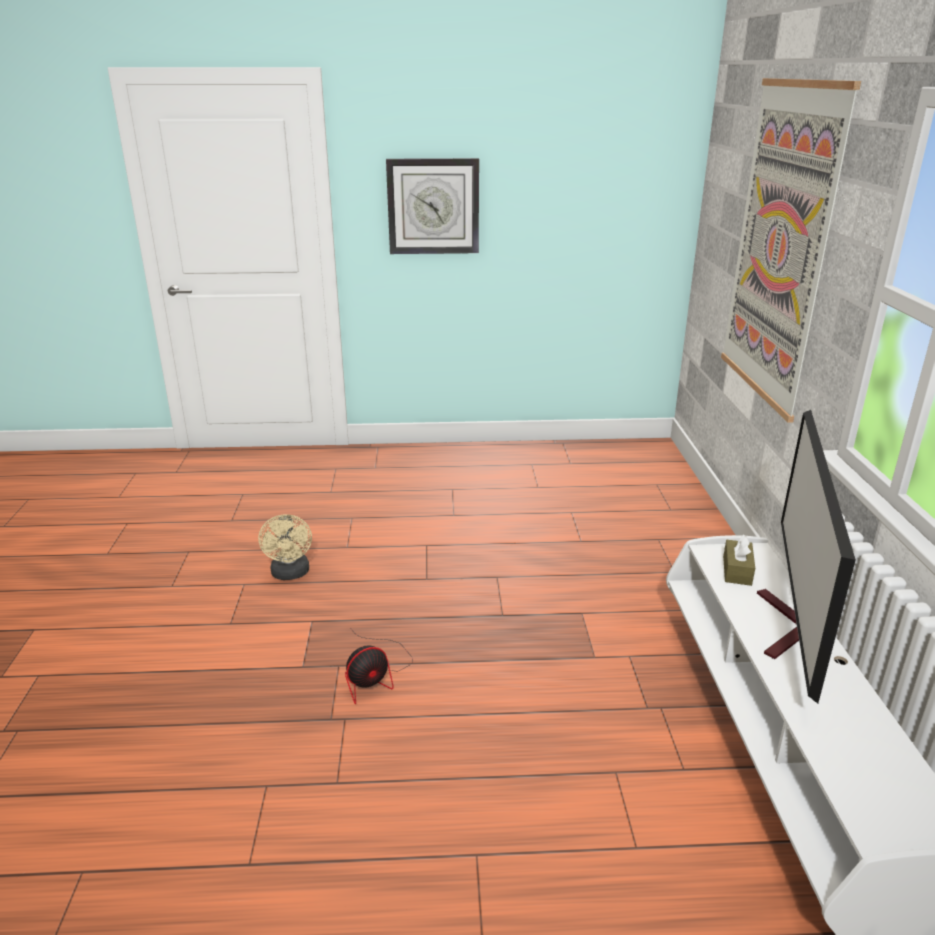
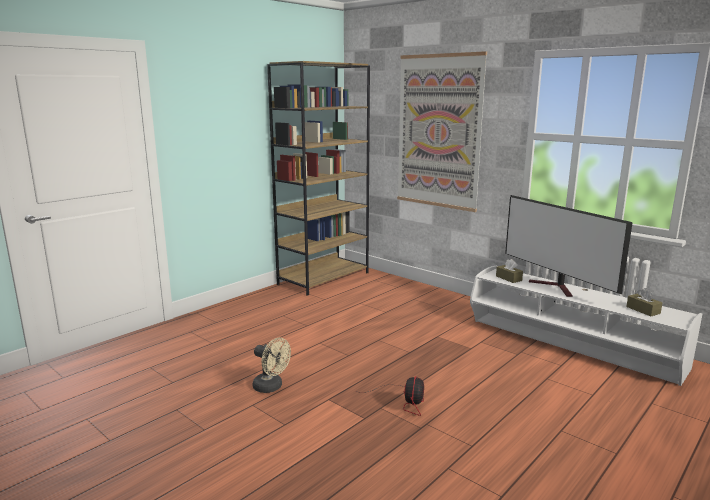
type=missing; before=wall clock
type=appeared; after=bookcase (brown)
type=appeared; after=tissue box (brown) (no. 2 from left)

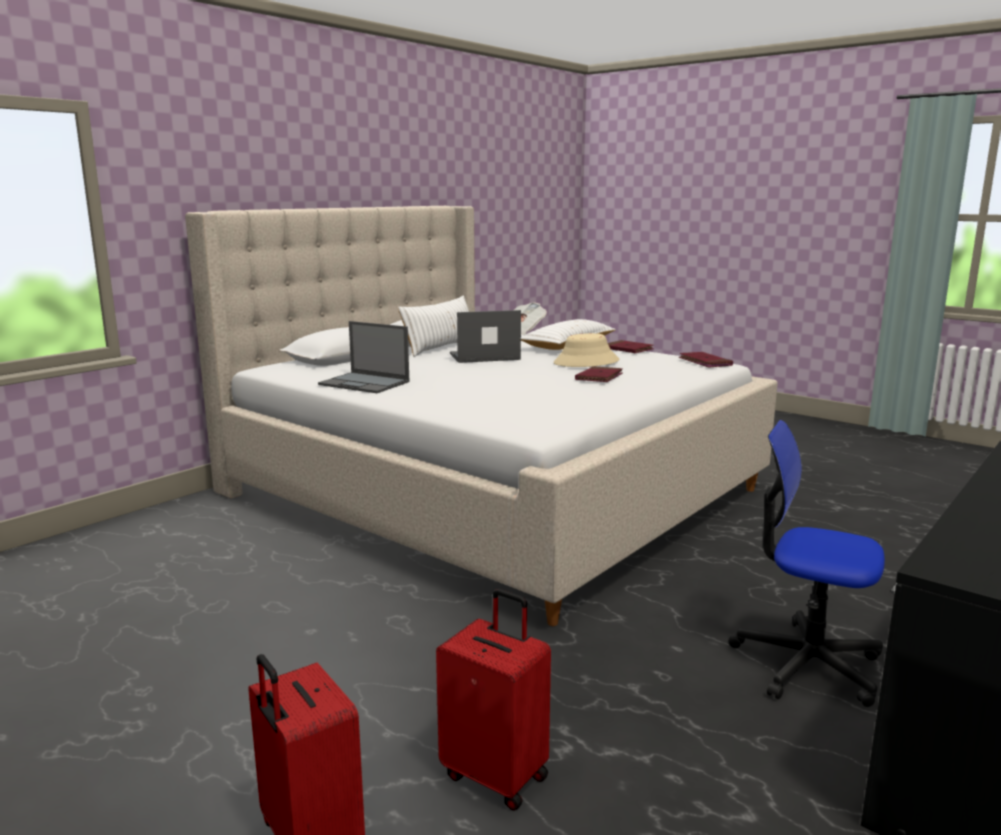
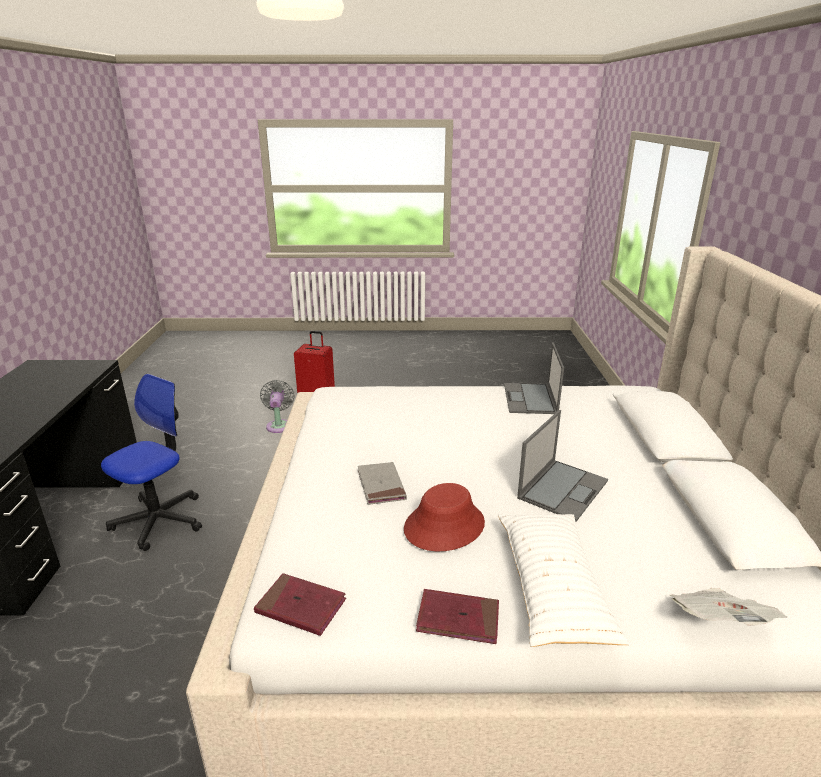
type=spun; before=laptop (no. 1 from left); turn=-75
type=missing; before=pillow (white) (no. 1 from left)
type=exchanged; before=suitcase (red) (no. 2 from left); after=fan (grey)
type=colour; before=hat (beige); after=hat (red)
type=colour; before=book (red) (no. 1 from left); after=book (grey)
type=spun; before=office chair; turn=-45

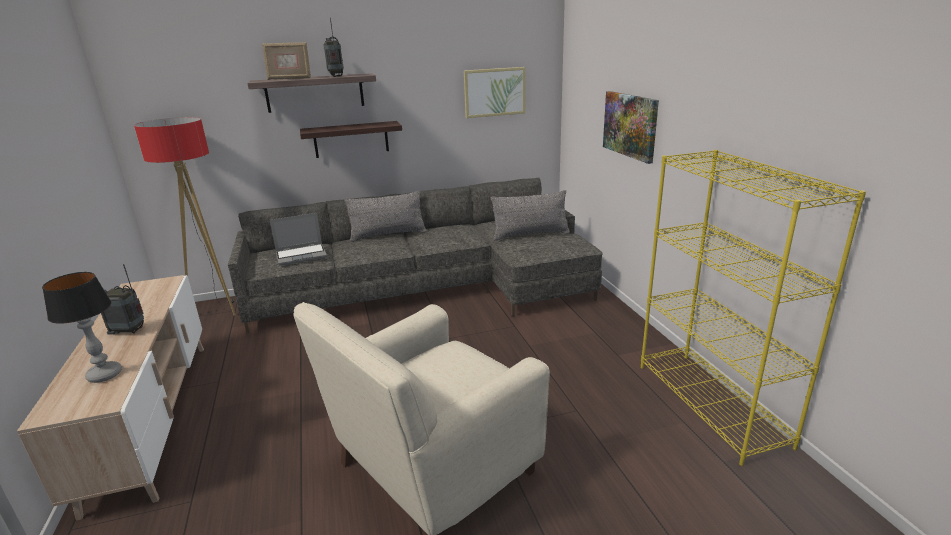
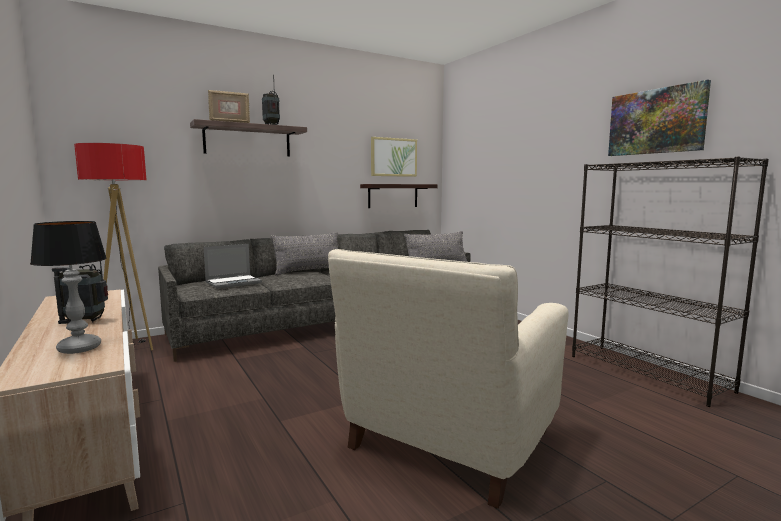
type=relocated; before=shelf (no. 2 from left)
type=relocated; before=picture (no. 2 from left)
type=colour; before=bookcase (yellow); after=bookcase (black)

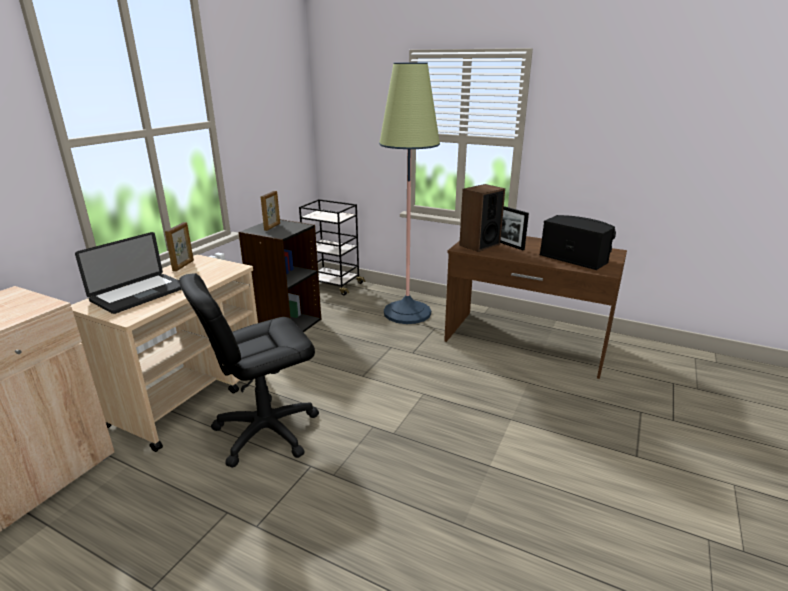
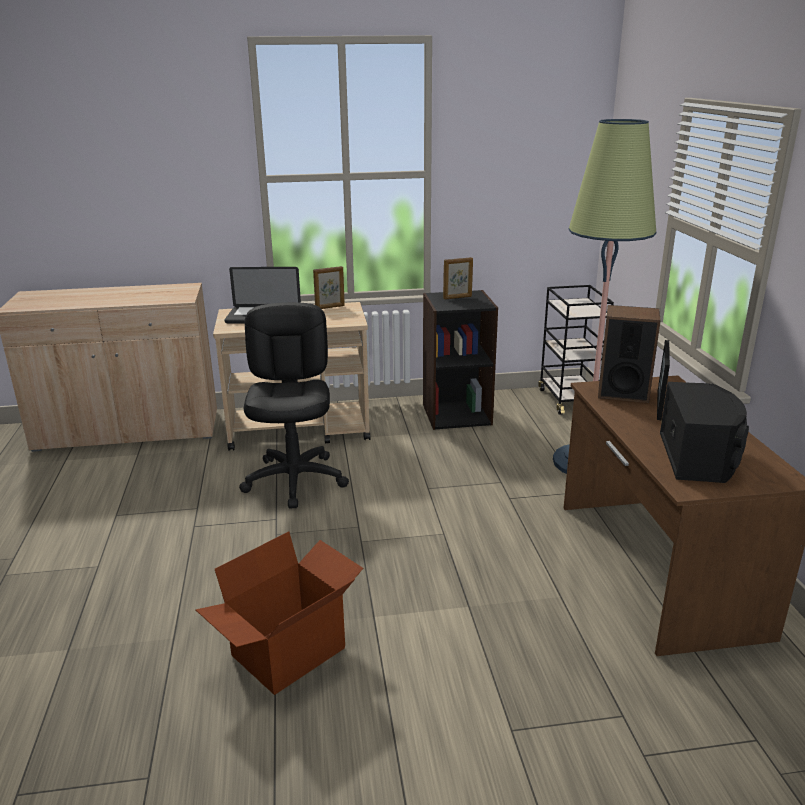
type=spun; before=office chair (black); turn=60
type=appeared; after=cardboard box

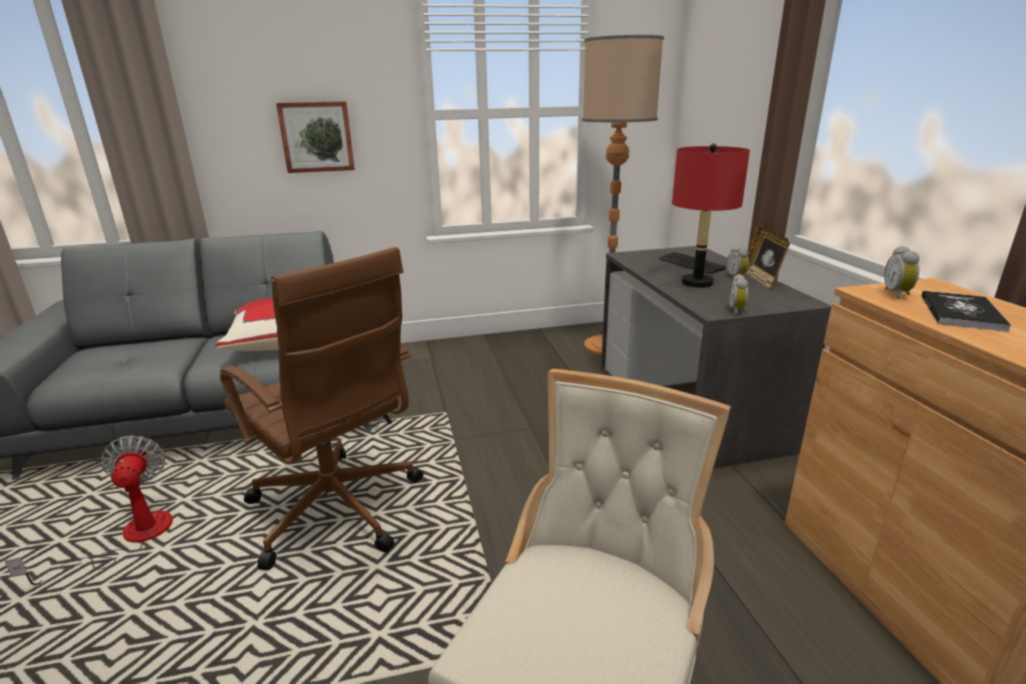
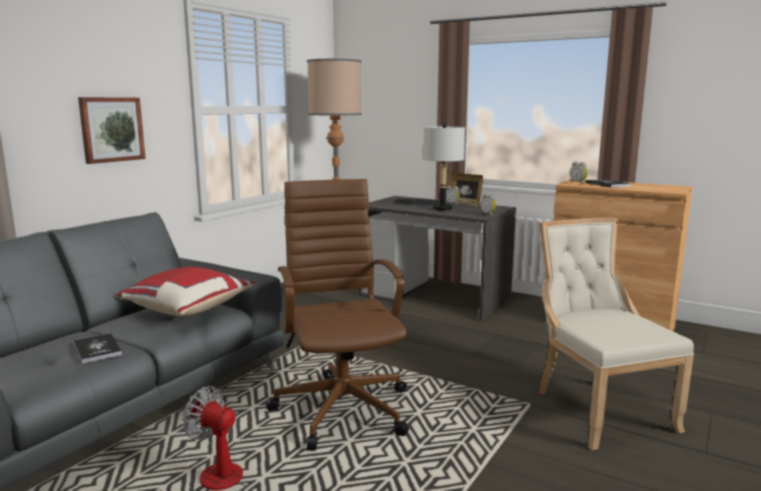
type=spun; before=office chair (brown); turn=-105
type=colour; before=table lamp (red); after=table lamp (grey)
type=appeared; after=book (no. 1 from left)

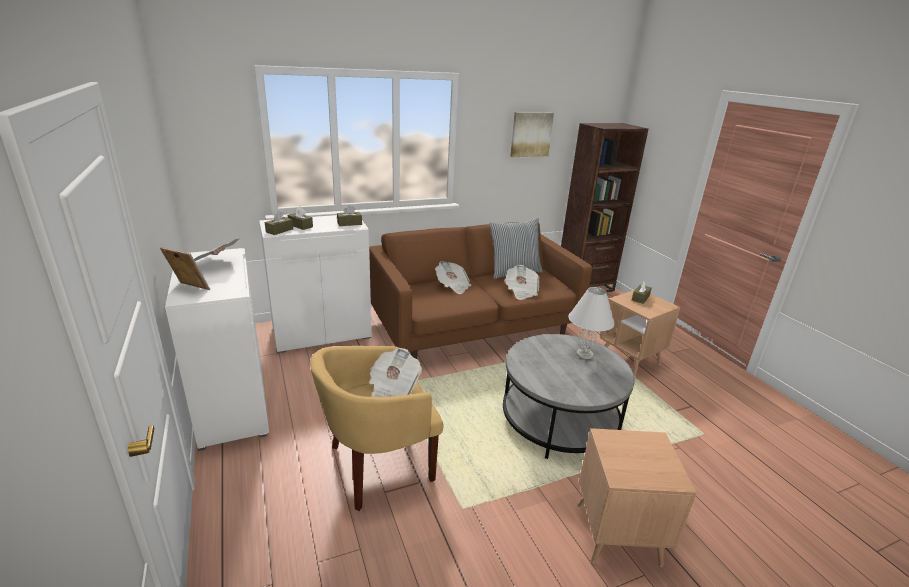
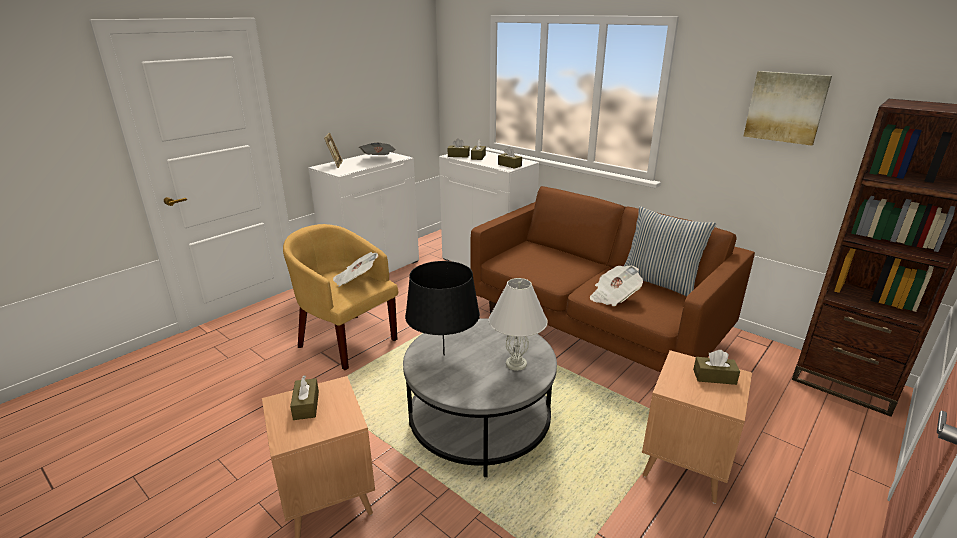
type=missing; before=newspaper (no. 3 from left)
type=appeared; after=tissue box (brown) (no. 1 from left)
type=appeared; after=table lamp (black)

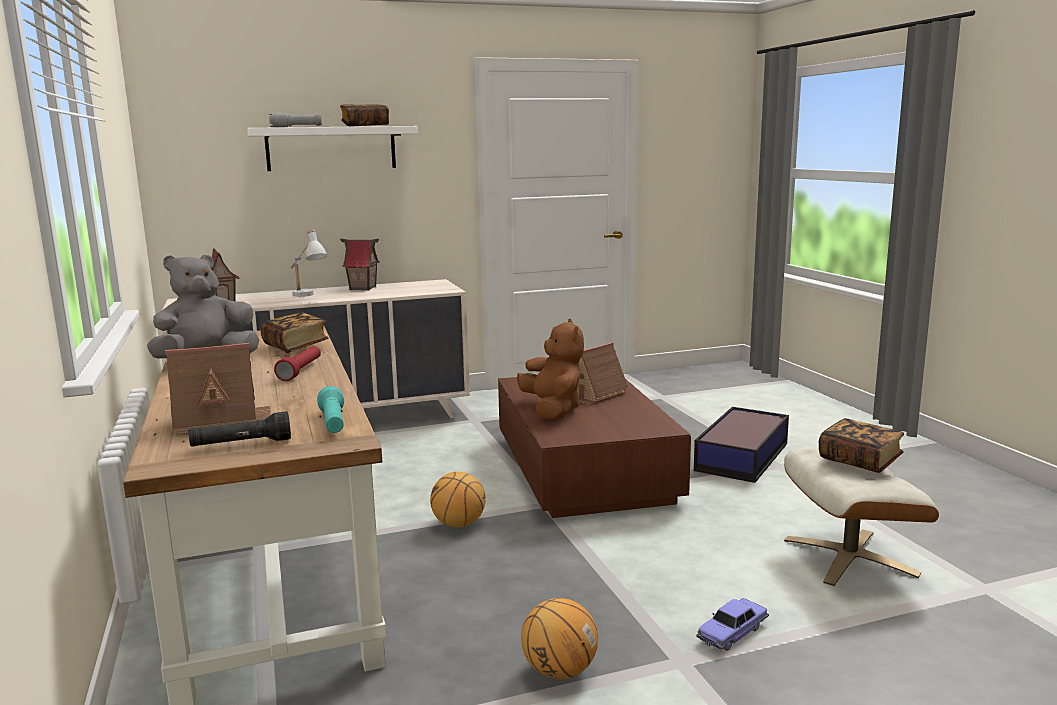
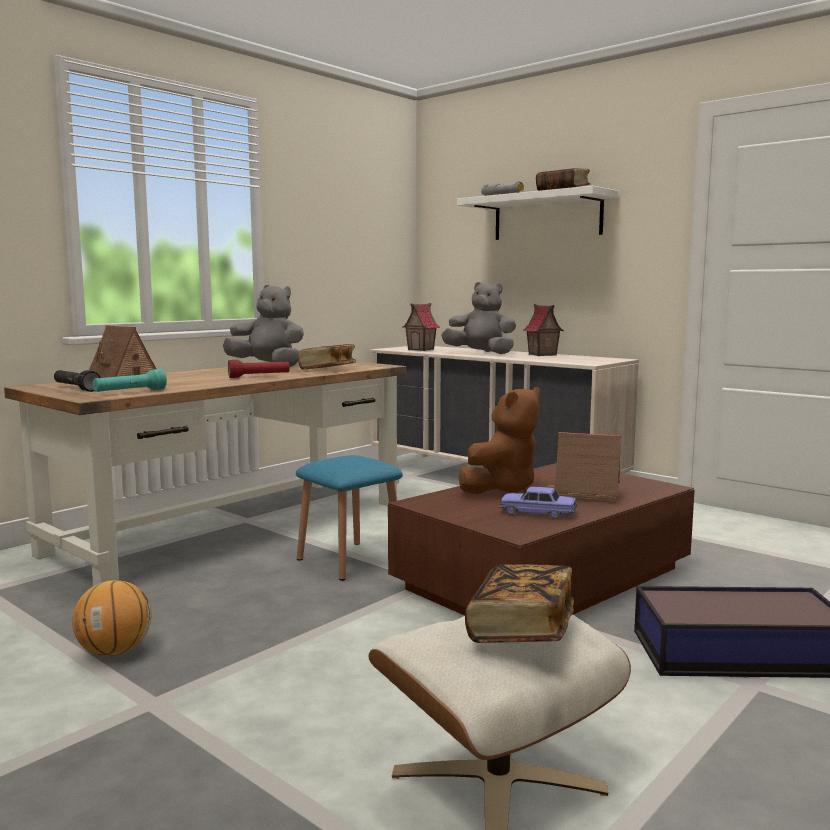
type=exchanged; before=table lamp (white); after=plush toy (grey) (no. 2 from left)
type=exchanged; before=basketball (no. 1 from left); after=stool (blue)
type=relocated; before=toy car

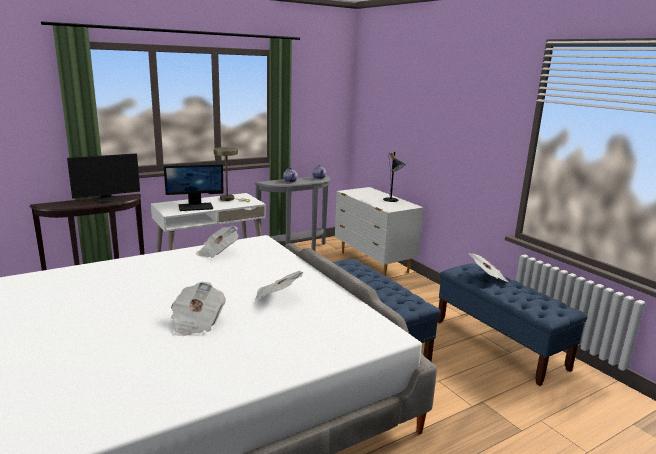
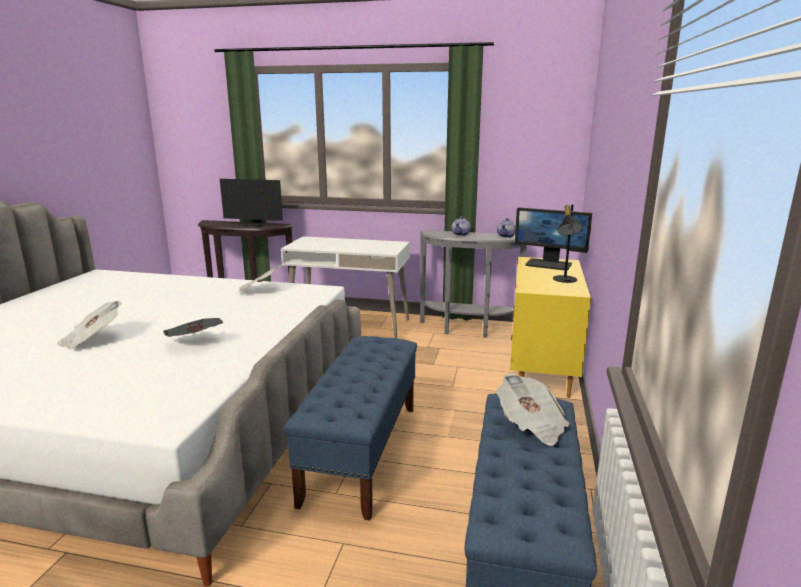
type=relocated; before=monitor (no. 2 from left)
type=missing; before=table lamp (beige)
type=colour; before=dresser (white); after=dresser (yellow)

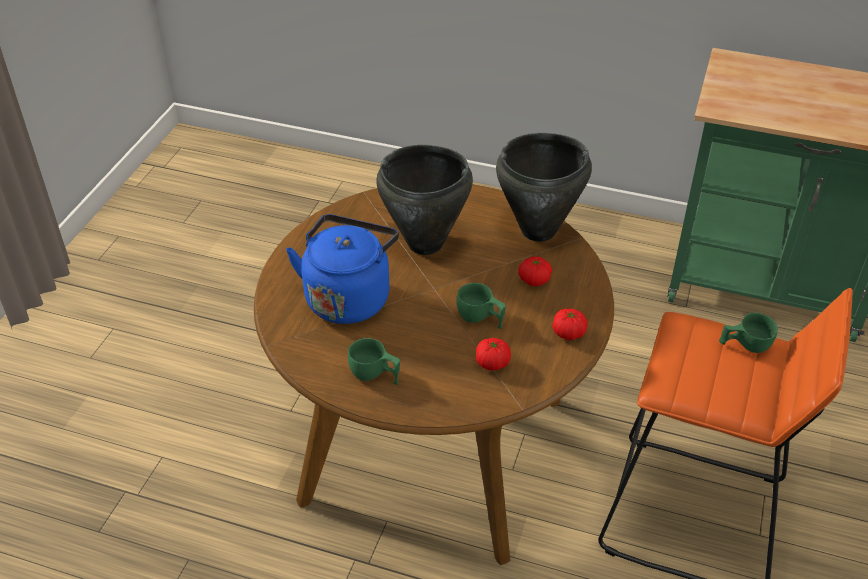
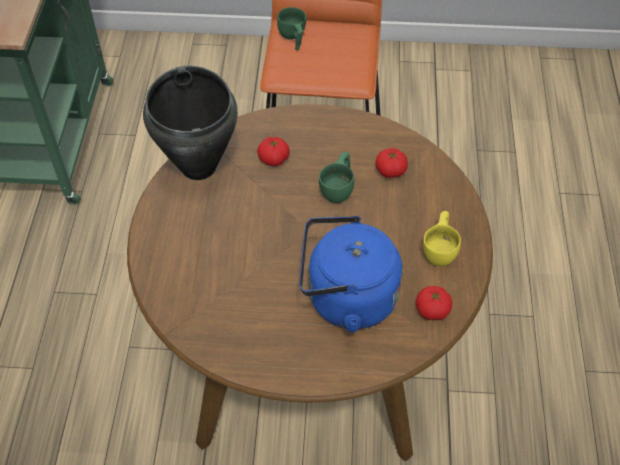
type=colour; before=cup (green) (no. 1 from left); after=cup (yellow)
type=missing; before=cooking pot (black) (no. 1 from left)
type=relocated; before=tomato (no. 3 from left)

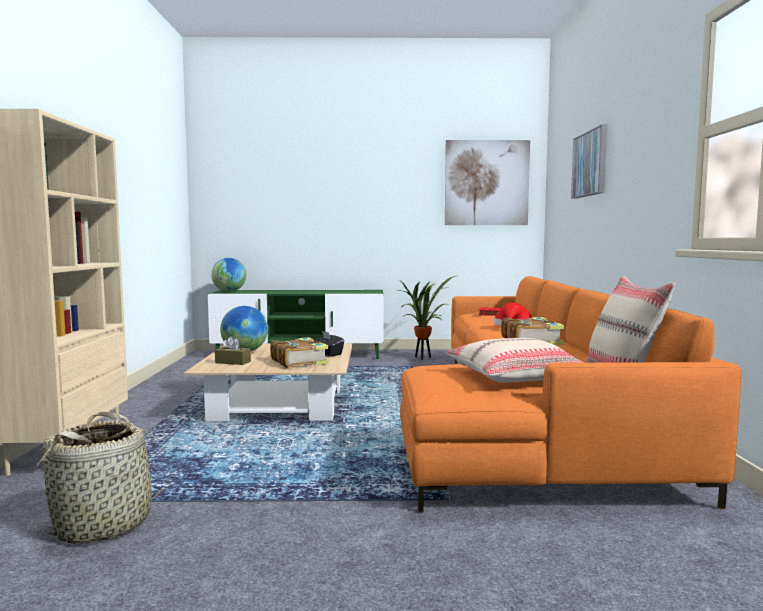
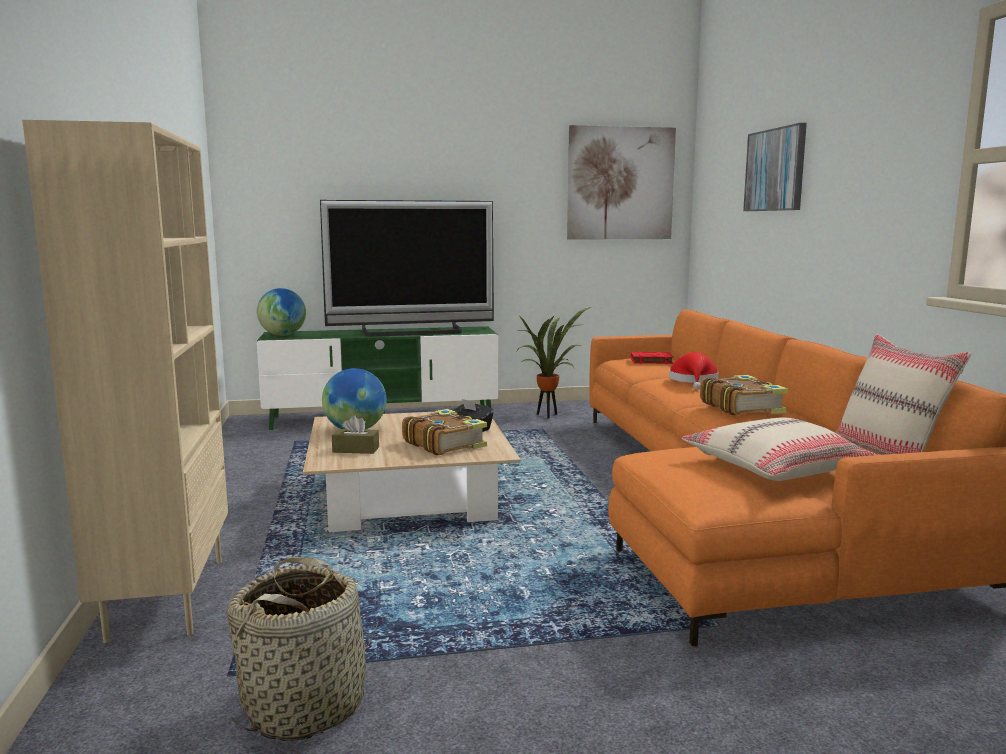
type=appeared; after=television

